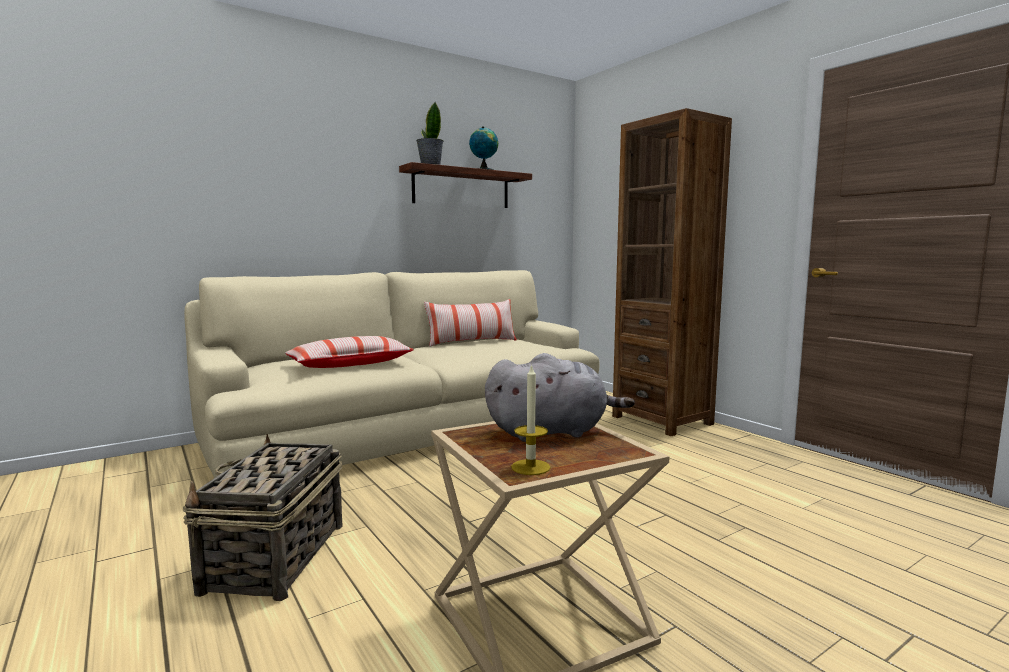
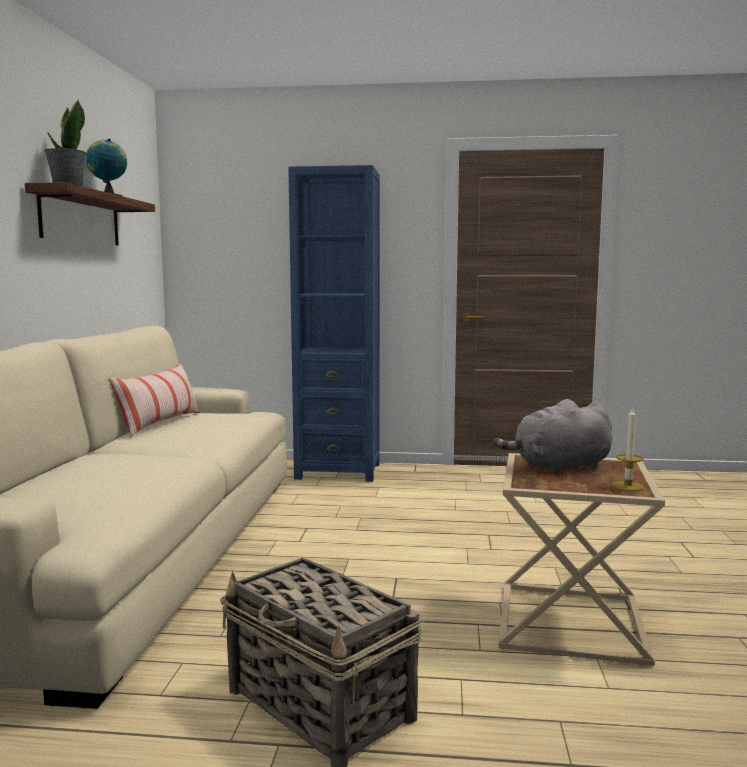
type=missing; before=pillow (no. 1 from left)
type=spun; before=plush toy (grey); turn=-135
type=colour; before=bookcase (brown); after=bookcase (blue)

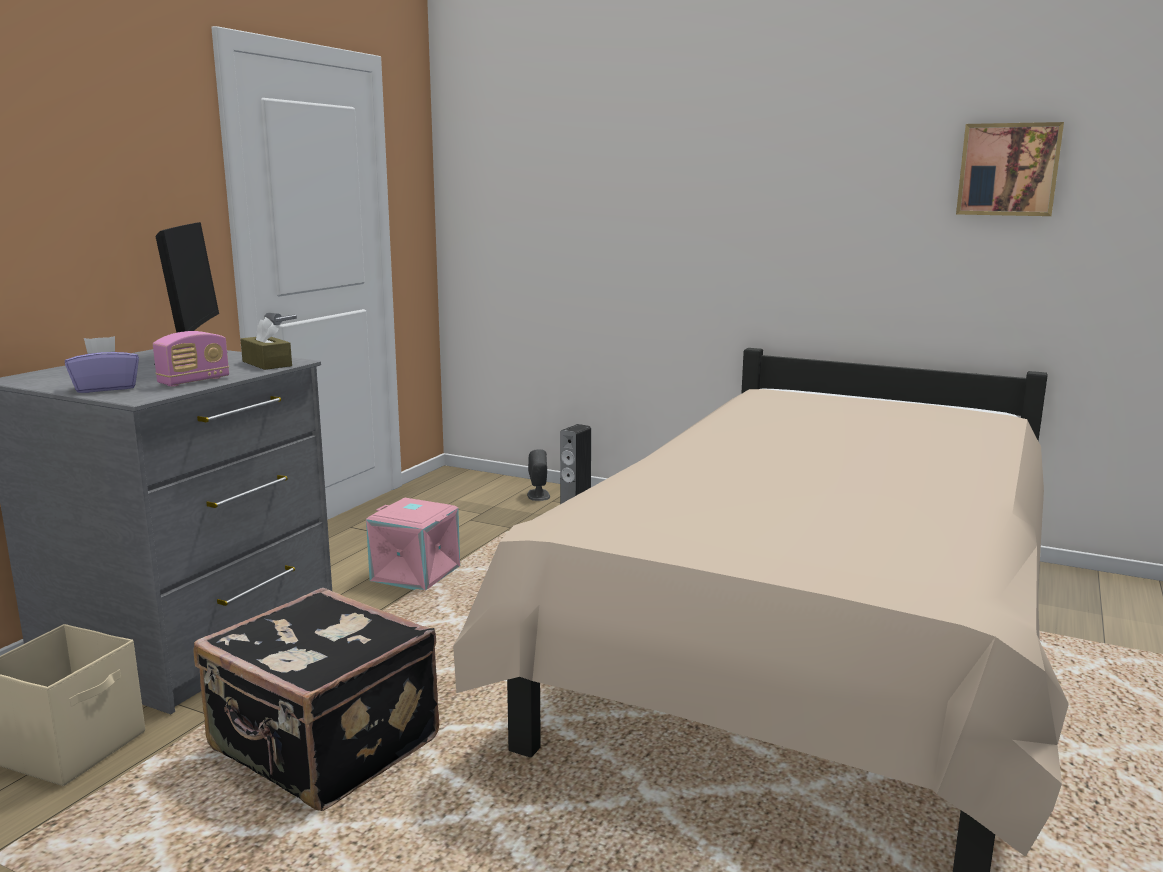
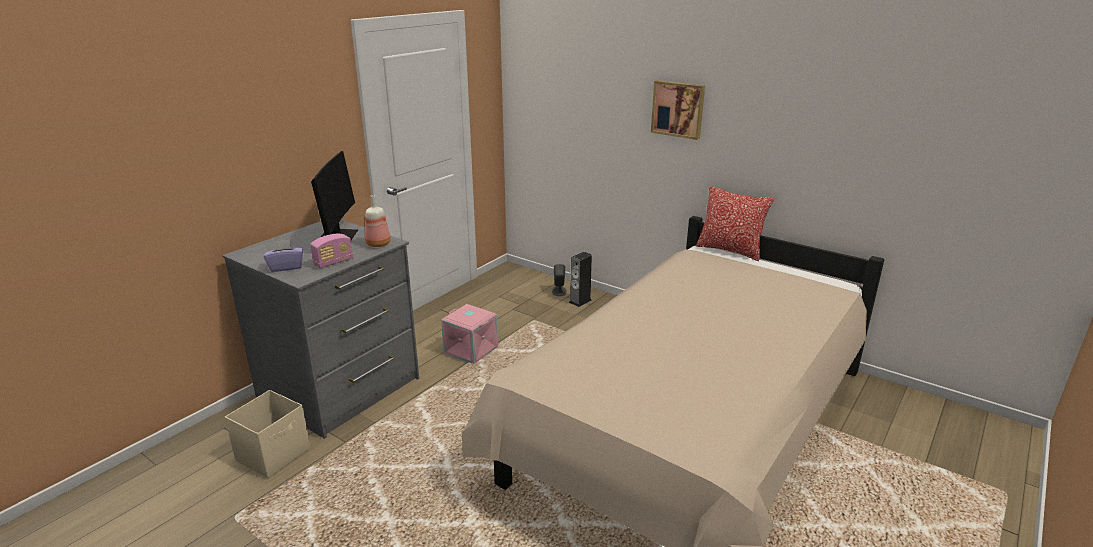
type=missing; before=suitcase (black)
type=exchanged; before=tissue box (brown); after=bottle
type=relocated; before=picture
type=appeared; after=pillow

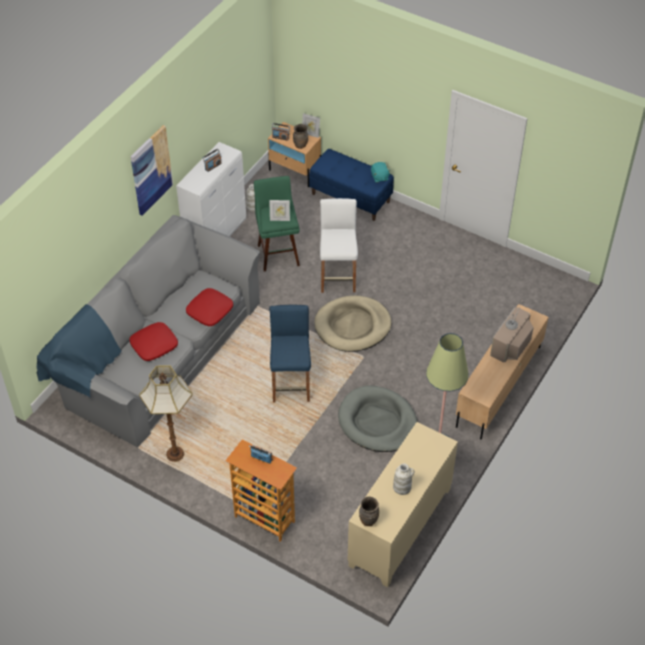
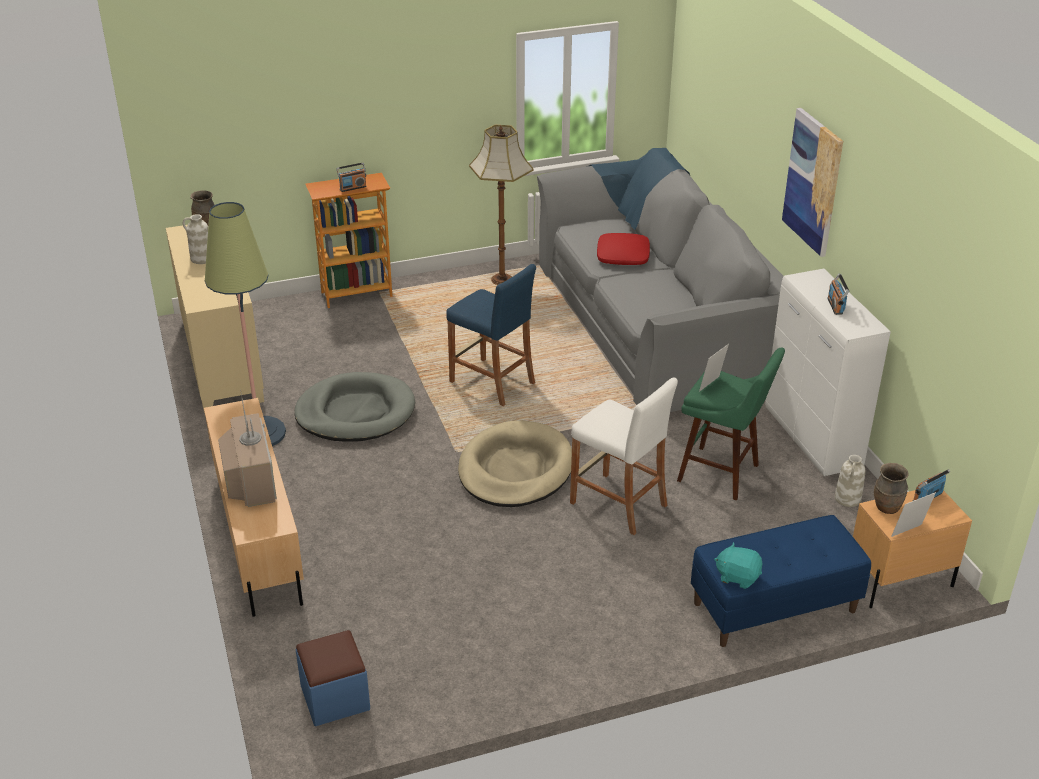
type=missing; before=pillow (red) (no. 2 from left)
type=appeared; after=ottoman (blue)

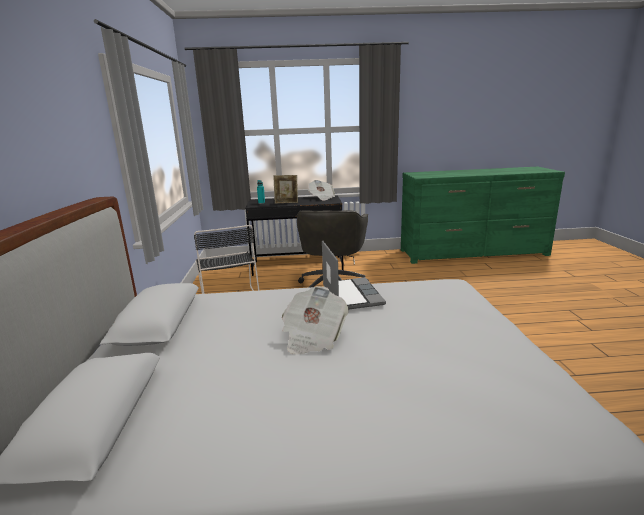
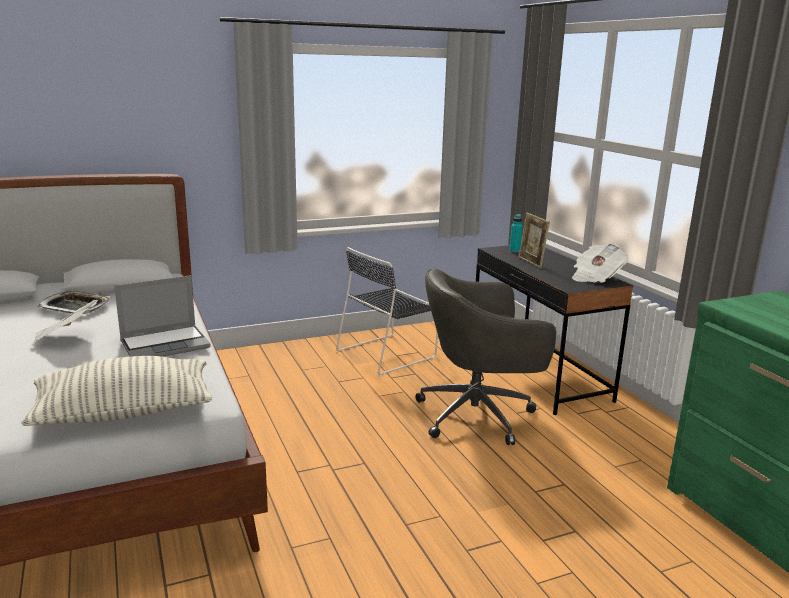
type=appeared; after=pillow
type=appeared; after=tray

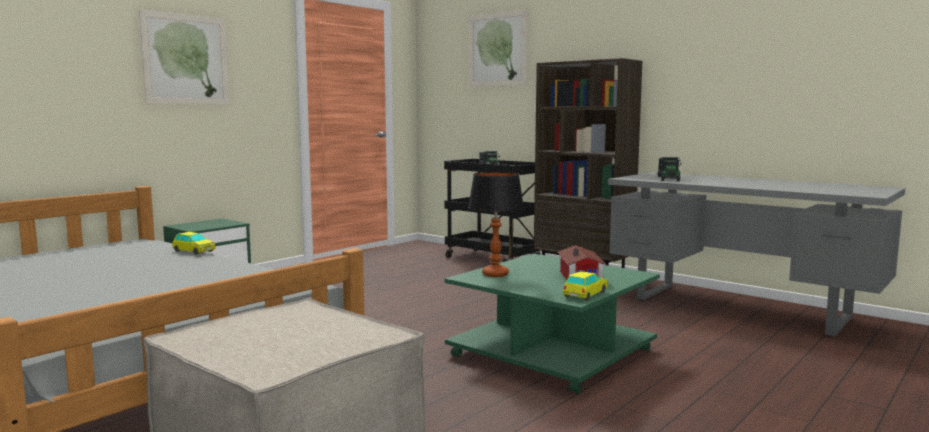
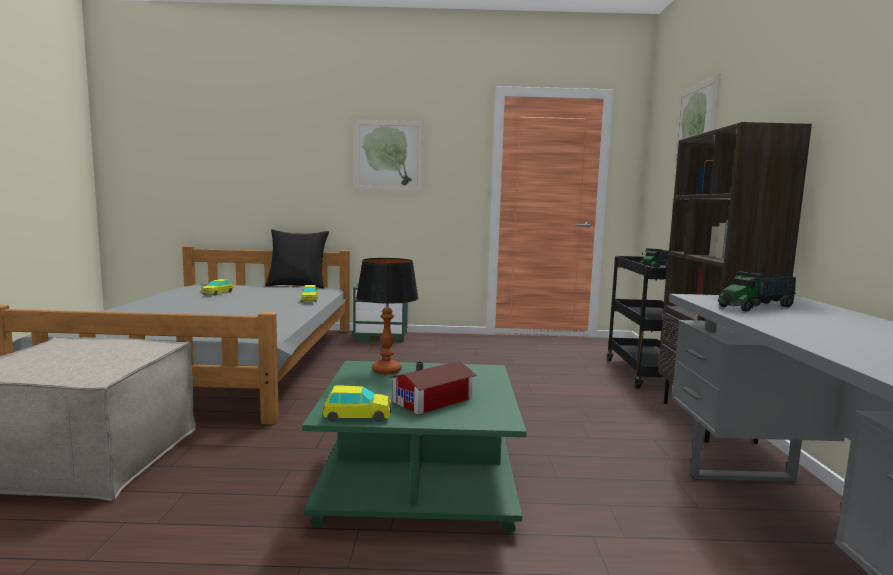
type=appeared; after=toy car (no. 1 from left)
type=appeared; after=pillow (black)

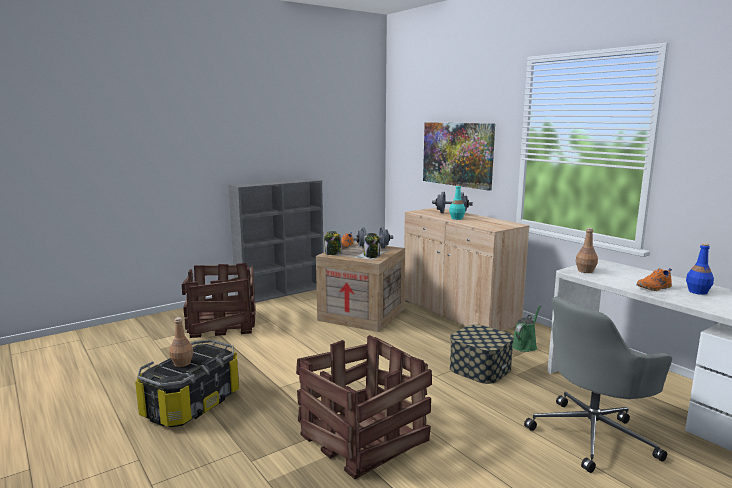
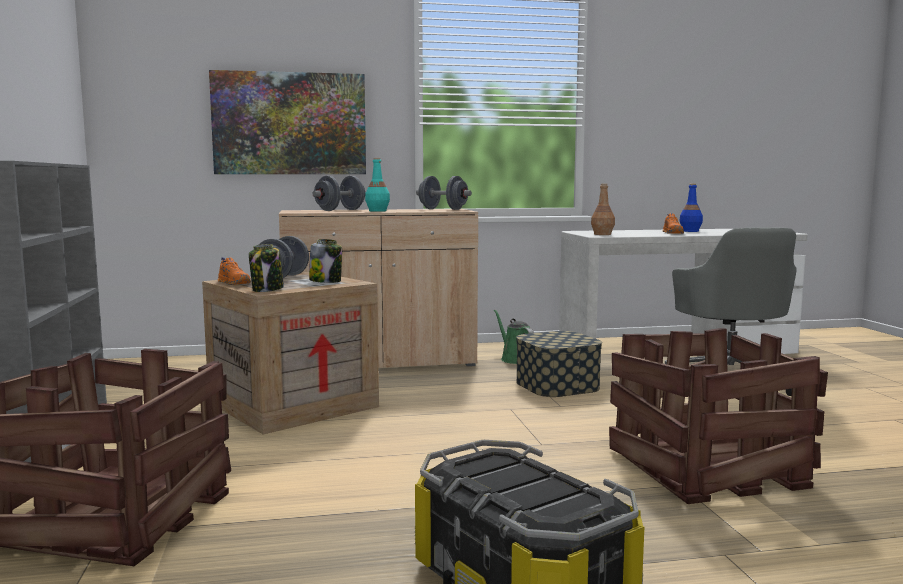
type=missing; before=bottle (brown) (no. 1 from left)
type=appeared; after=dumbbell (grey) (no. 3 from left)

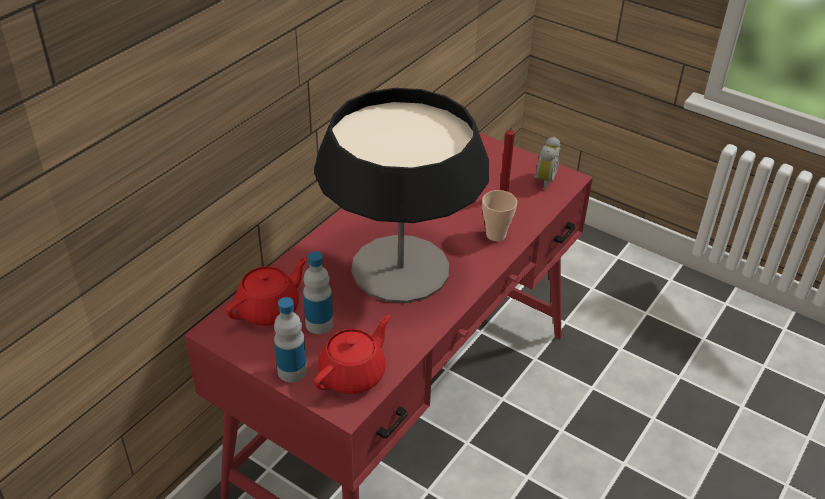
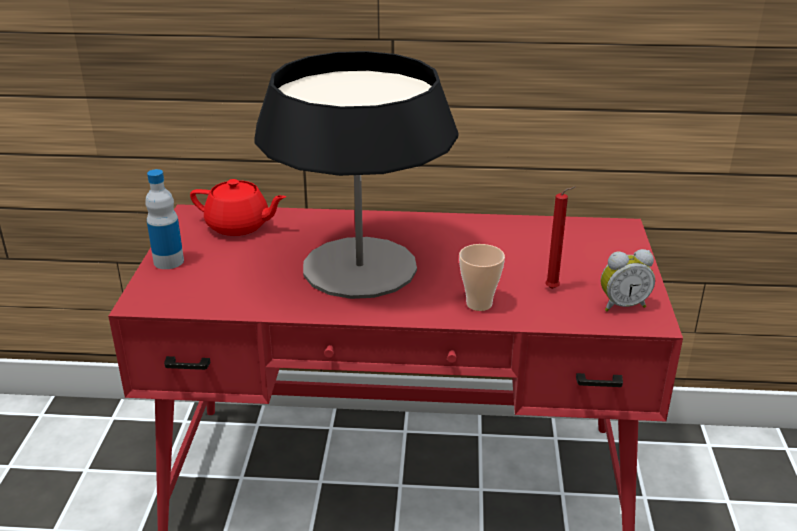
type=missing; before=bottle (no. 2 from left)
type=missing; before=teapot (red) (no. 2 from left)

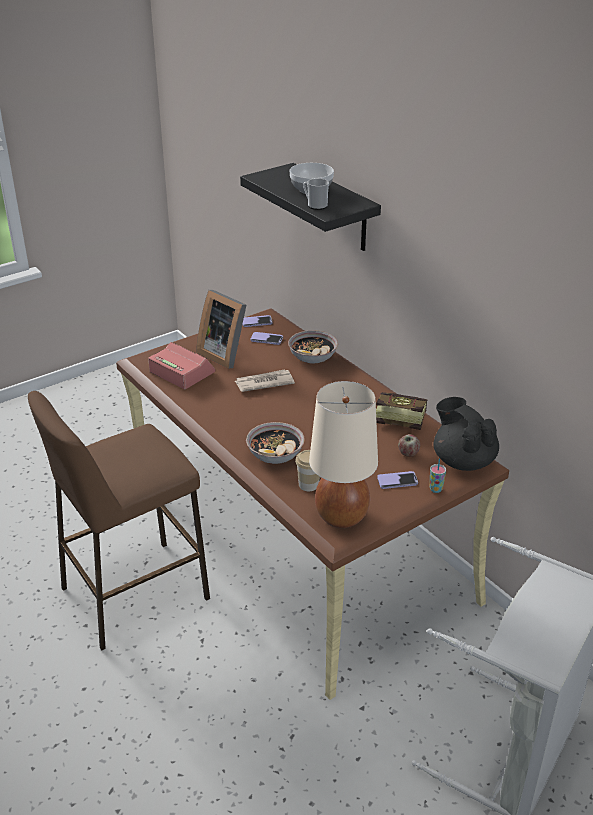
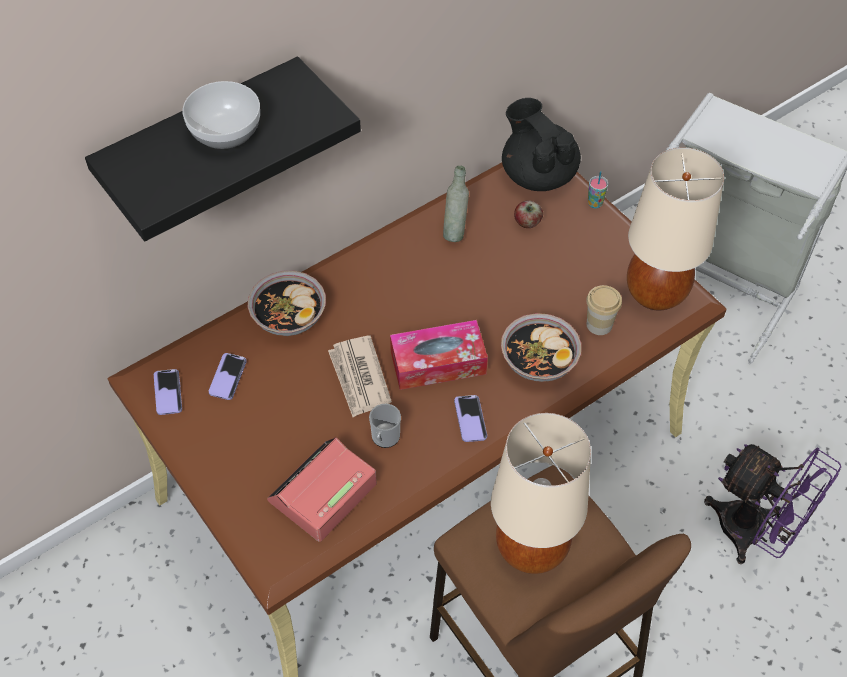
type=missing; before=picture frame
type=relocated; before=mug
type=exchanged; before=book; after=bottle (grey)
type=relocated; before=phone (no. 3 from left)
type=spun; before=teapot (black); turn=90
type=appeared; after=tissue box
type=appeared; after=table lamp (beige) (no. 1 from left)
type=appeared; after=fan (purple)

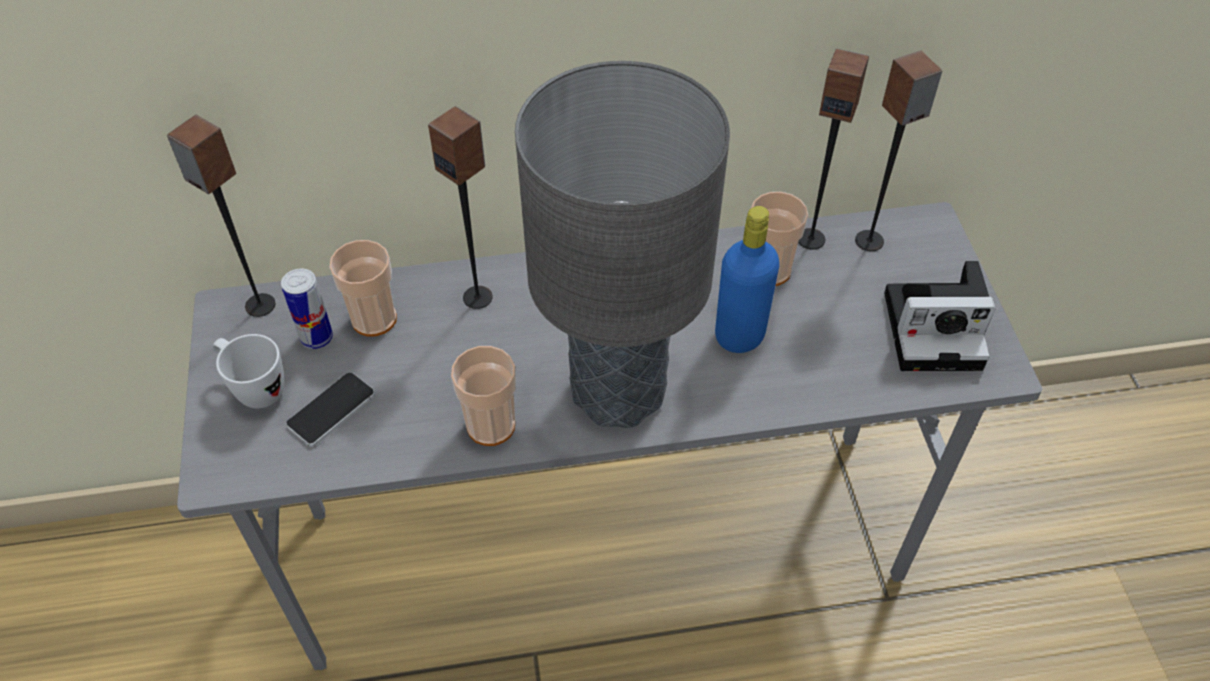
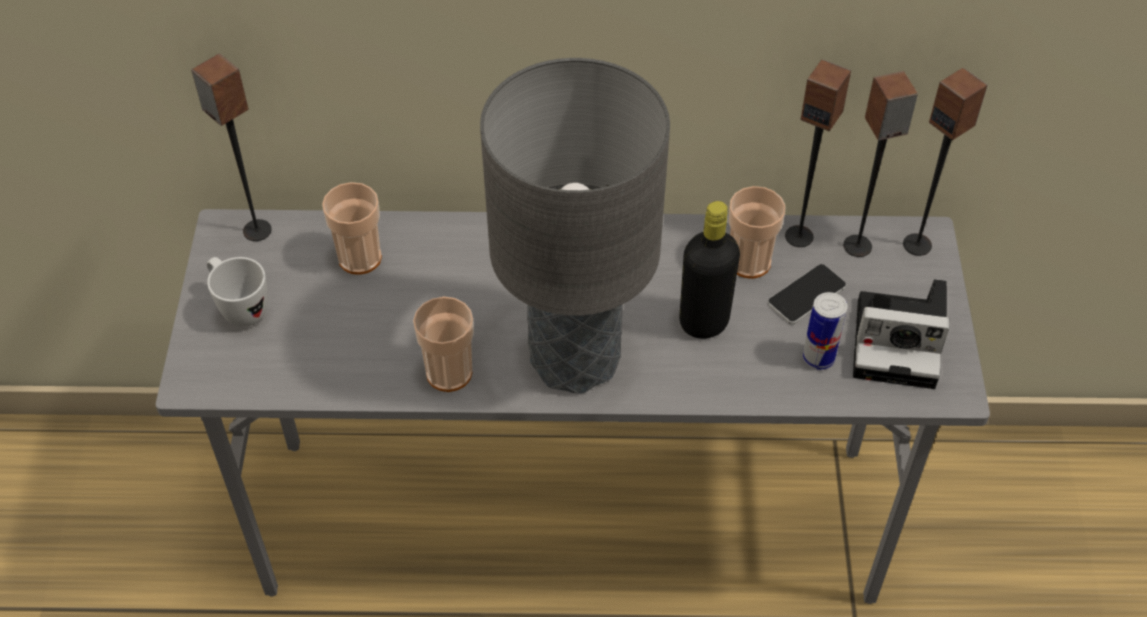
type=relocated; before=can
type=relocated; before=phone
type=relocated; before=speaker (no. 2 from left in the first image); after=speaker (no. 4 from left)
type=colour; before=bottle (blue); after=bottle (black)

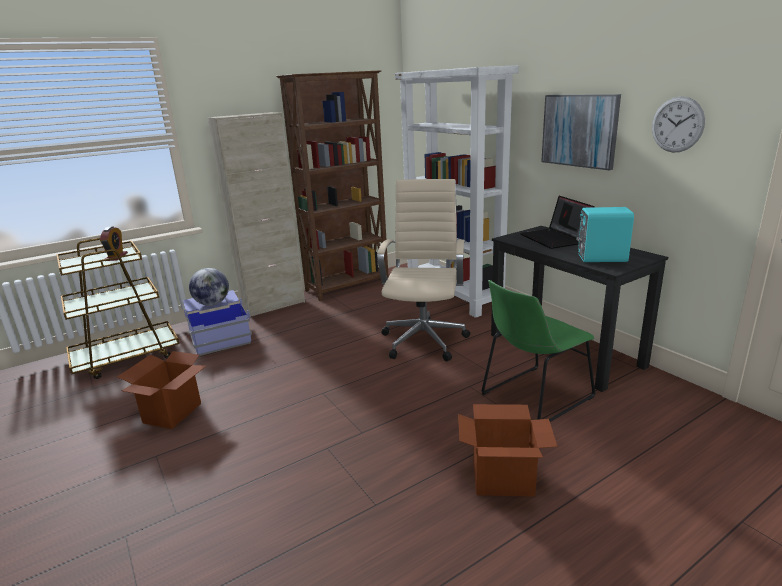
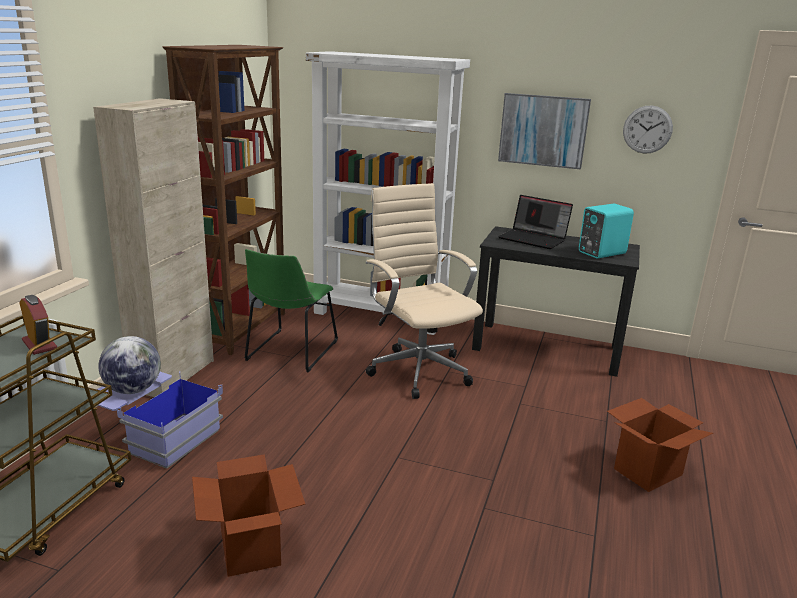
type=relocated; before=chair (green)

